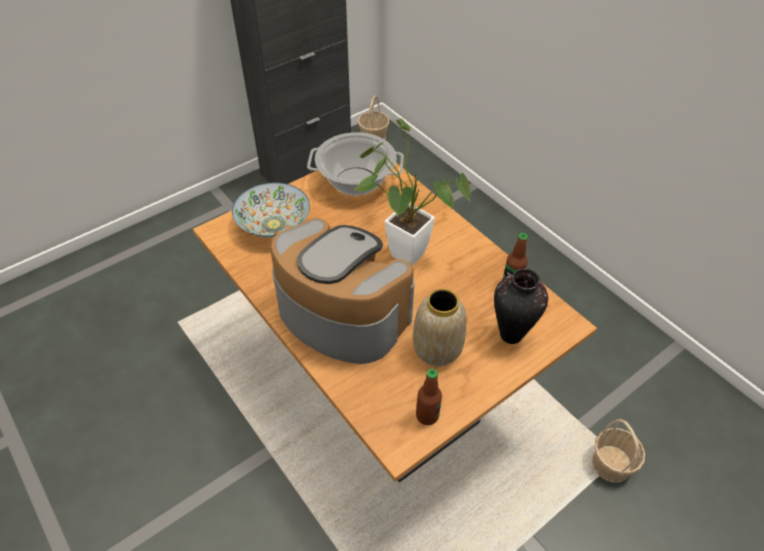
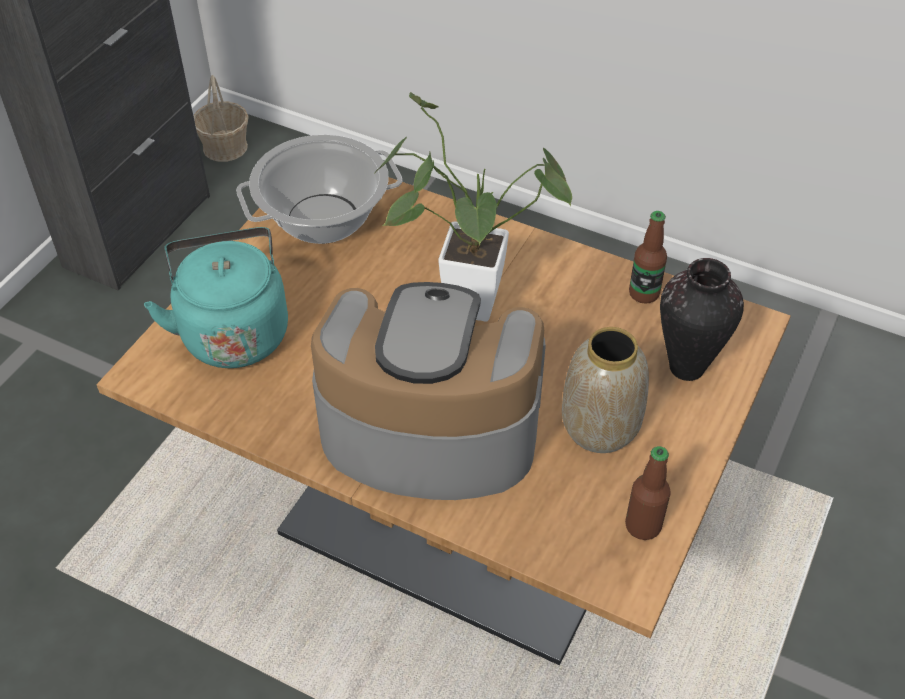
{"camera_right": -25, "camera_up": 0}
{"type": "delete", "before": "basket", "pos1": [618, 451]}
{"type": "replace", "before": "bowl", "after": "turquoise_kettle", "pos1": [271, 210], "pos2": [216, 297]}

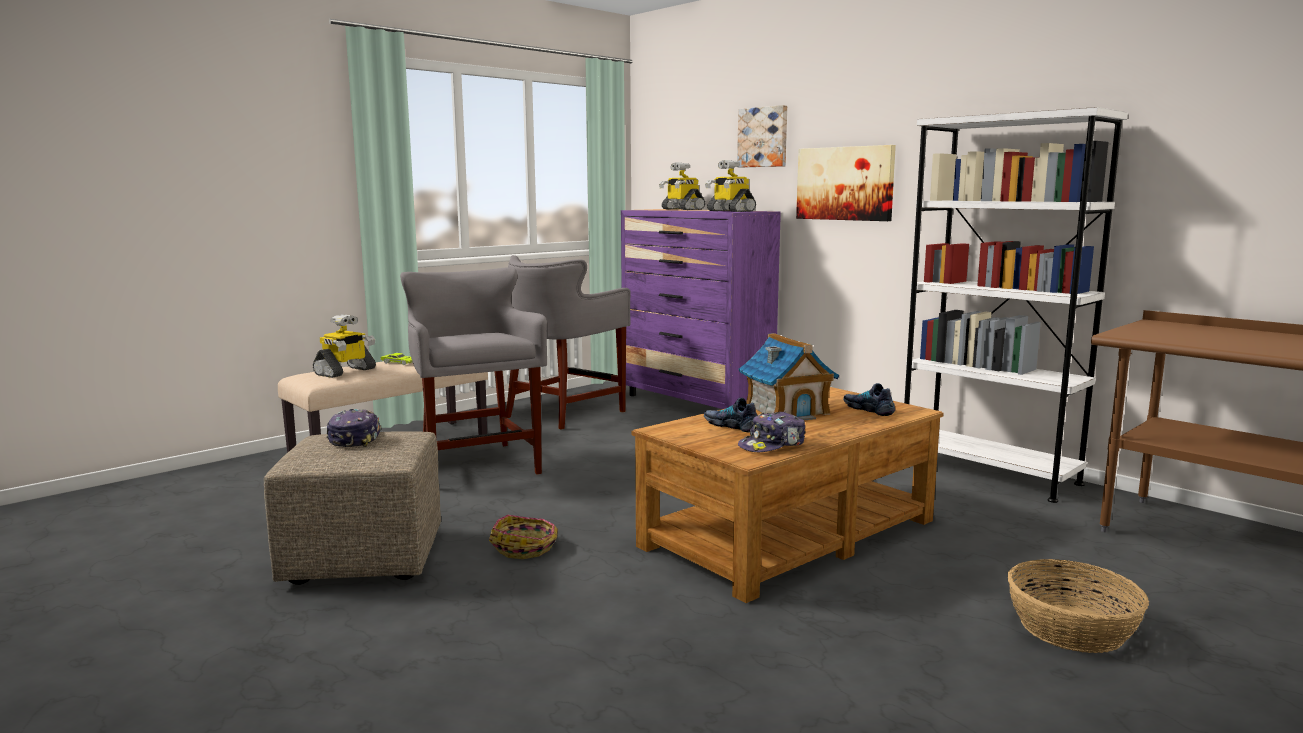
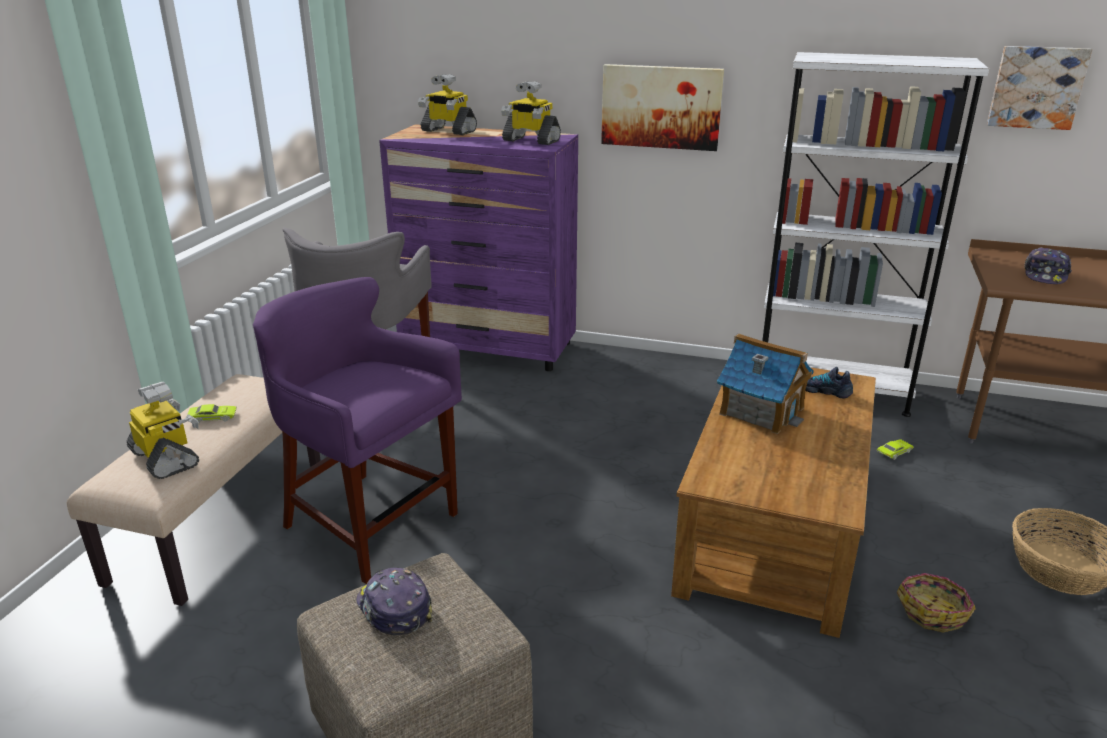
{"camera_right": -30, "camera_up": 15}
{"type": "delete", "before": "shoe", "pos1": [731, 415]}
{"type": "insert", "after": "green_toy_car", "pos2": [895, 449]}
{"type": "move", "before": "basket", "pos1": [523, 537], "pos2": [936, 603]}
{"type": "move", "before": "picture", "pos1": [762, 136], "pos2": [1039, 88]}
{"type": "move", "before": "cap", "pos1": [771, 431], "pos2": [1048, 265]}
{"type": "recolor", "before": "grey_stool", "after": "purple_stool", "pos1": [473, 371], "pos2": [357, 430]}
{"type": "rotate", "before": "toy_robot", "pos1": [344, 346], "pos2": [163, 430], "turn": -45}

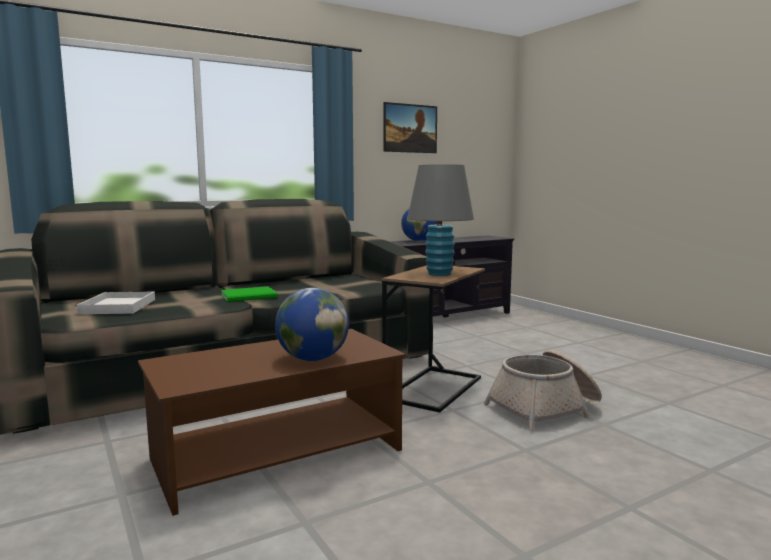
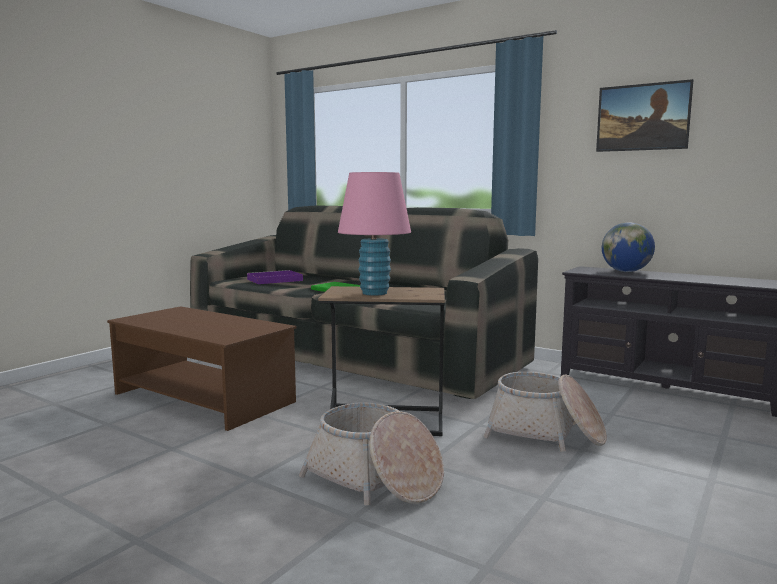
{"camera_right": 65, "camera_up": 0}
{"type": "delete", "before": "globe", "pos1": [312, 324]}
{"type": "insert", "after": "basket", "pos2": [545, 412]}
{"type": "recolor", "before": "white_tray", "after": "purple_tray", "pos1": [115, 303], "pos2": [275, 277]}
{"type": "recolor", "before": "grey_table_lamp", "after": "pink_table_lamp", "pos1": [440, 220], "pos2": [374, 234]}

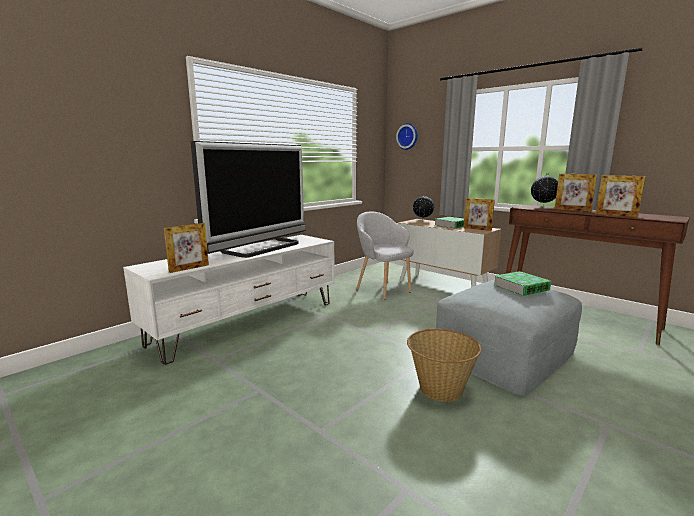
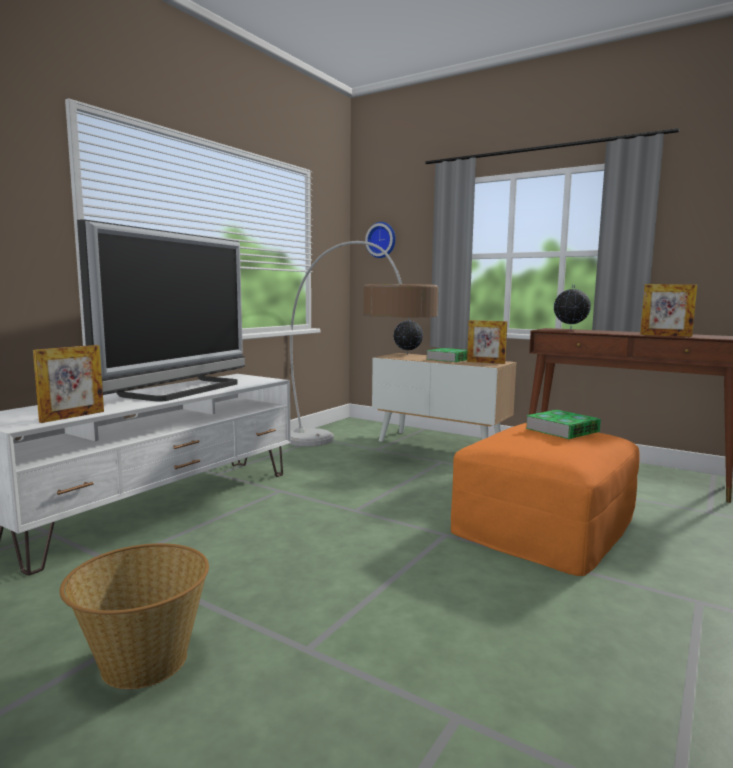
{"camera_right": -10, "camera_up": -5}
{"type": "delete", "before": "picture_frame", "pos1": [576, 193]}
{"type": "move", "before": "basket", "pos1": [444, 365], "pos2": [134, 616]}
{"type": "replace", "before": "grey_armchair", "after": "floor_lamp", "pos1": [385, 256], "pos2": [364, 344]}
{"type": "recolor", "before": "grey_ottoman", "after": "orange_ottoman", "pos1": [509, 337], "pos2": [545, 499]}

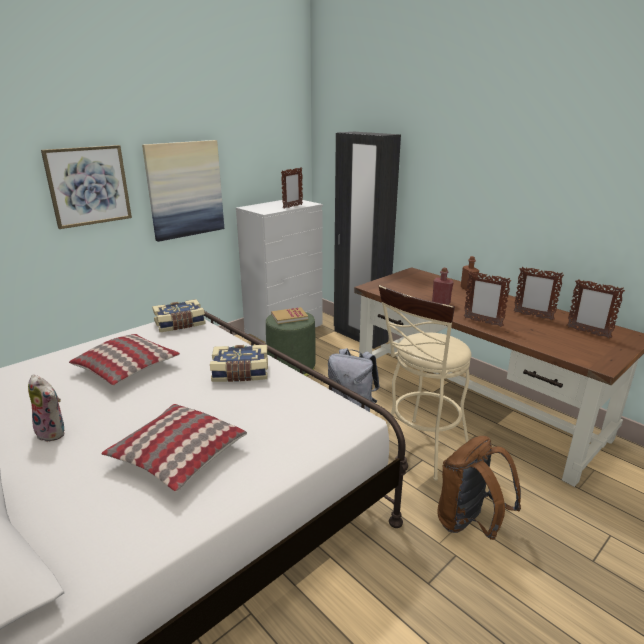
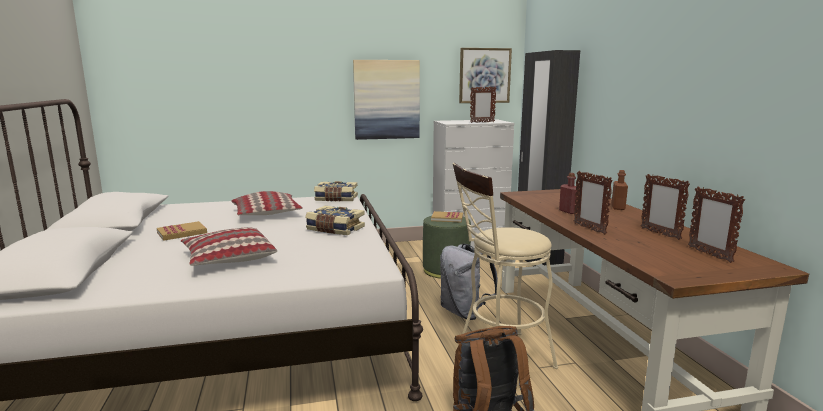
{"camera_right": 30, "camera_up": -10}
{"type": "move", "before": "picture", "pos1": [86, 187], "pos2": [485, 75]}
{"type": "replace", "before": "plush_toy", "after": "book", "pos1": [46, 408], "pos2": [182, 231]}

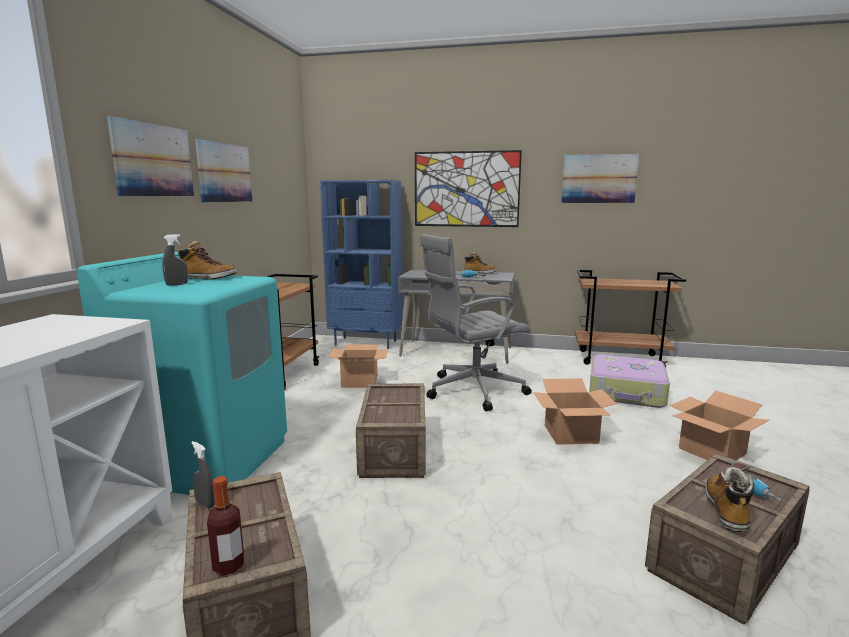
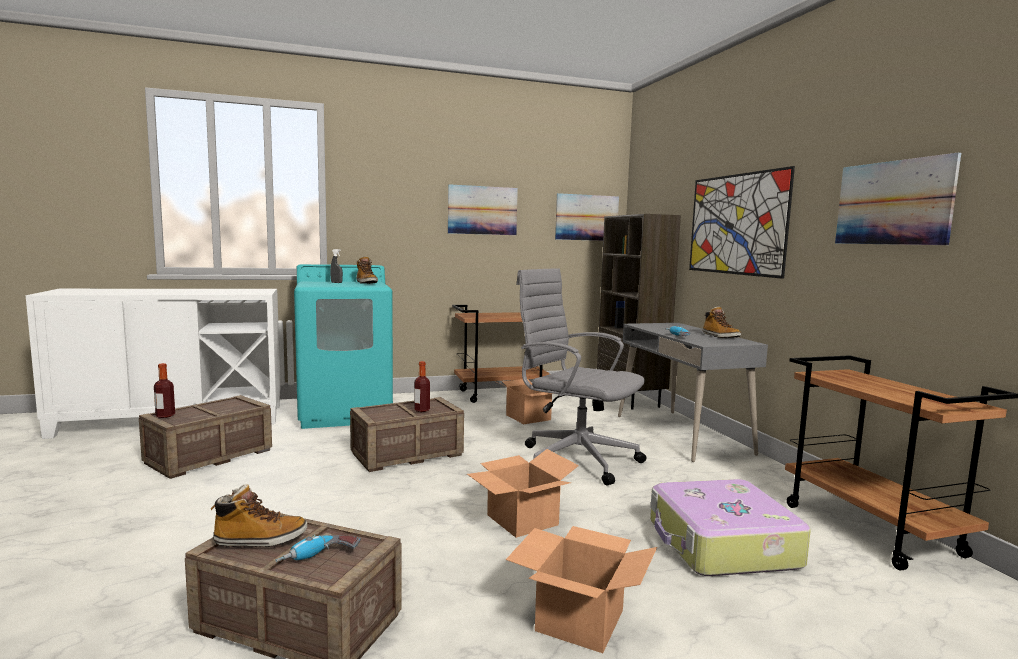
{"camera_right": 60, "camera_up": -5}
{"type": "delete", "before": "grey_spray_bottle", "pos1": [203, 474]}
{"type": "insert", "after": "bottle", "pos2": [422, 386]}
{"type": "move", "before": "picture", "pos1": [150, 156], "pos2": [587, 217]}
{"type": "recolor", "before": "blue_bookcase", "after": "brown_bookcase", "pos1": [361, 264], "pos2": [639, 311]}

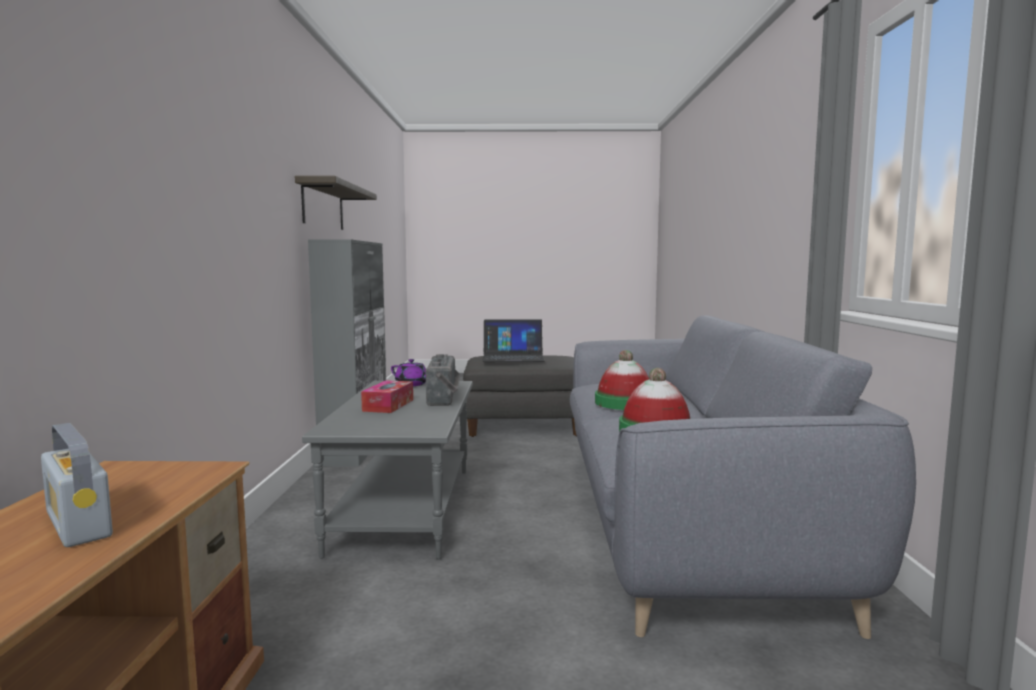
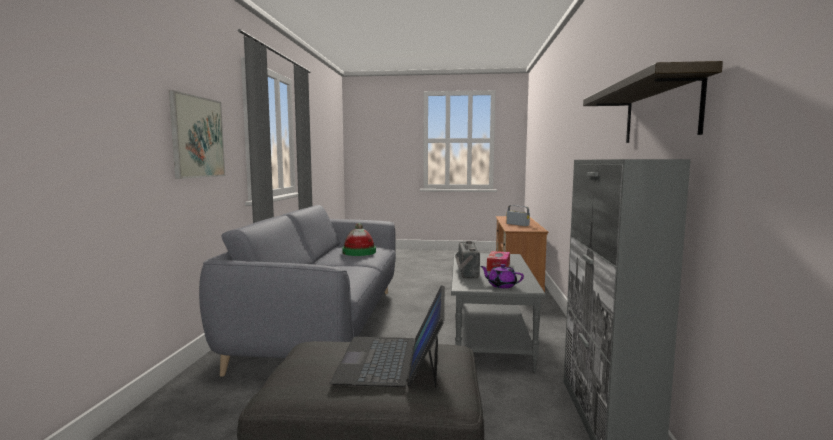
{"camera_right": -175, "camera_up": 0}
{"type": "delete", "before": "hat", "pos1": [622, 380]}
{"type": "insert", "after": "picture", "pos2": [197, 134]}
{"type": "rotate", "before": "laptop", "pos1": [513, 340], "pos2": [387, 336], "turn": -90}

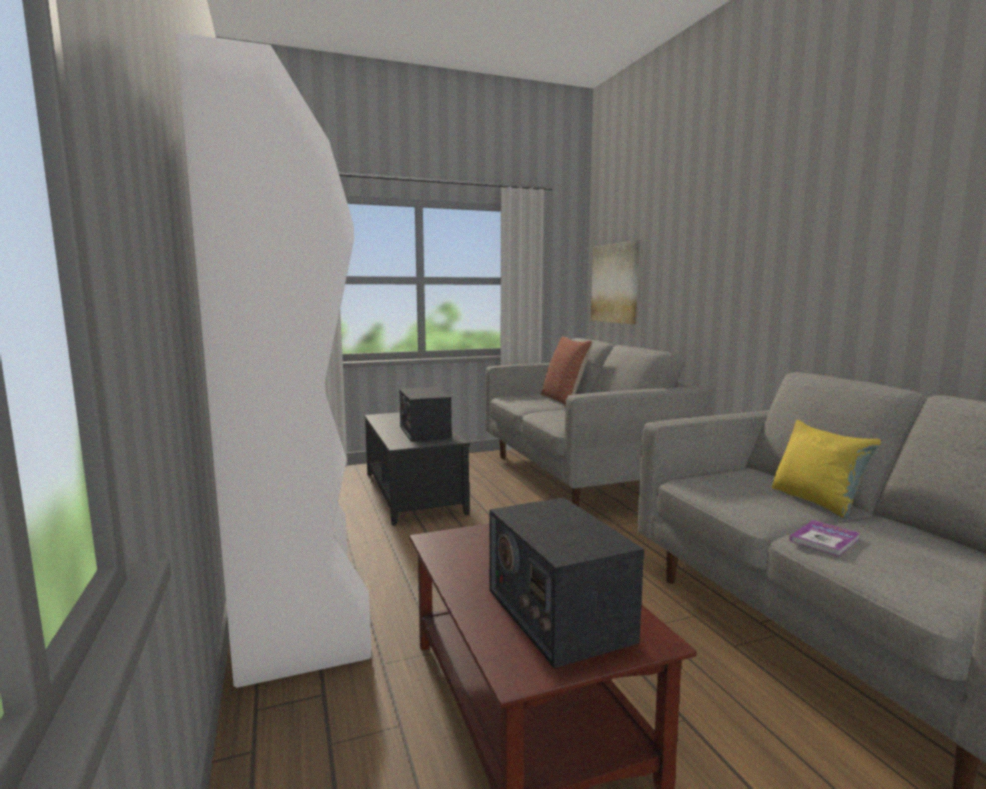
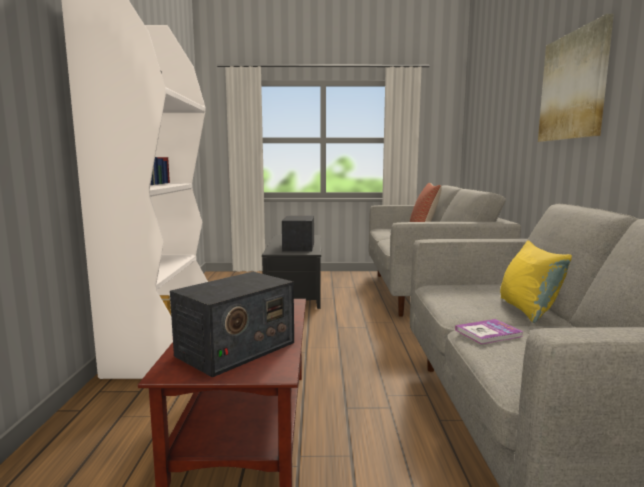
{"camera_right": 20, "camera_up": 0}
{"type": "move", "before": "picture", "pos1": [615, 282], "pos2": [576, 78]}
{"type": "rotate", "before": "radio", "pos1": [567, 582], "pos2": [232, 324], "turn": -135}

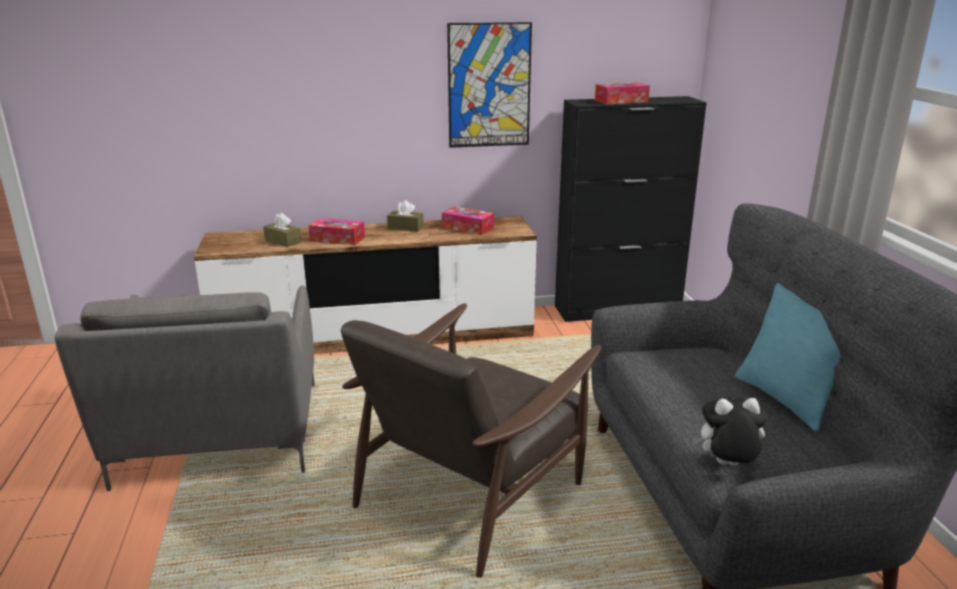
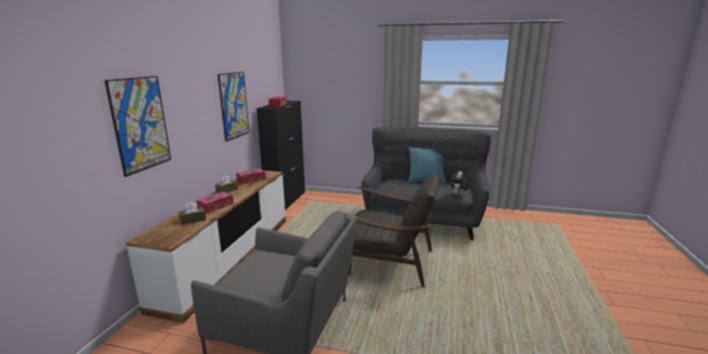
{"camera_right": -65, "camera_up": -5}
{"type": "insert", "after": "picture", "pos2": [137, 126]}
{"type": "rotate", "before": "brown_armchair", "pos1": [471, 440], "pos2": [393, 231], "turn": -45}

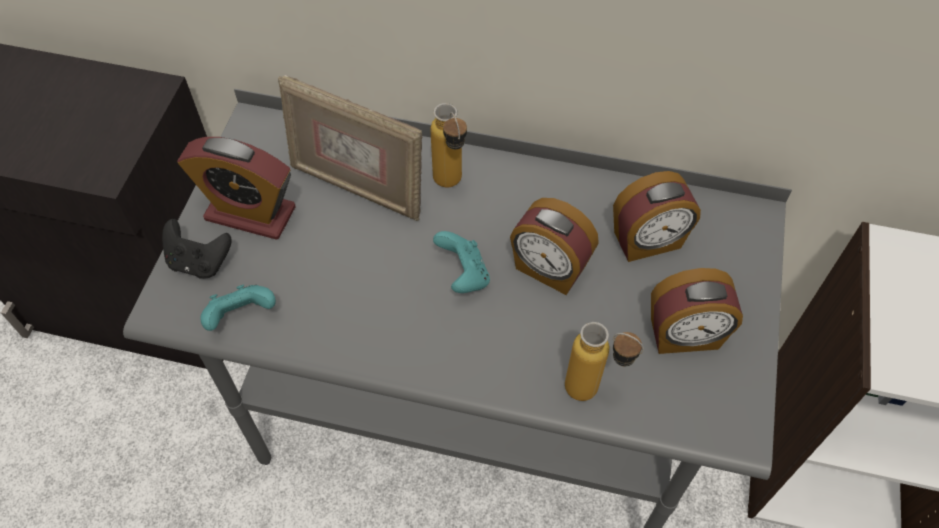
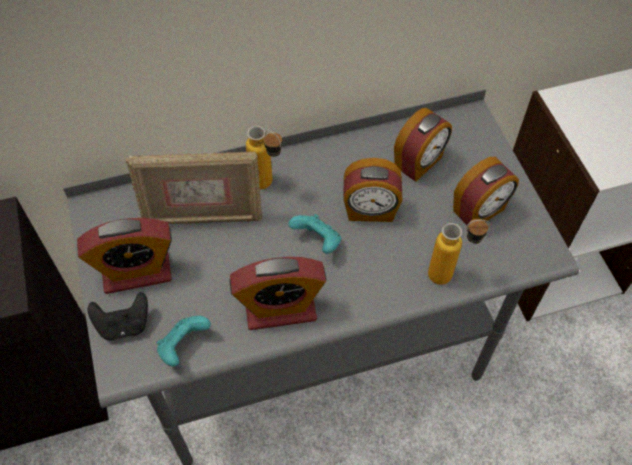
{"camera_right": -30, "camera_up": 0}
{"type": "insert", "after": "alarm_clock", "pos2": [278, 293]}

